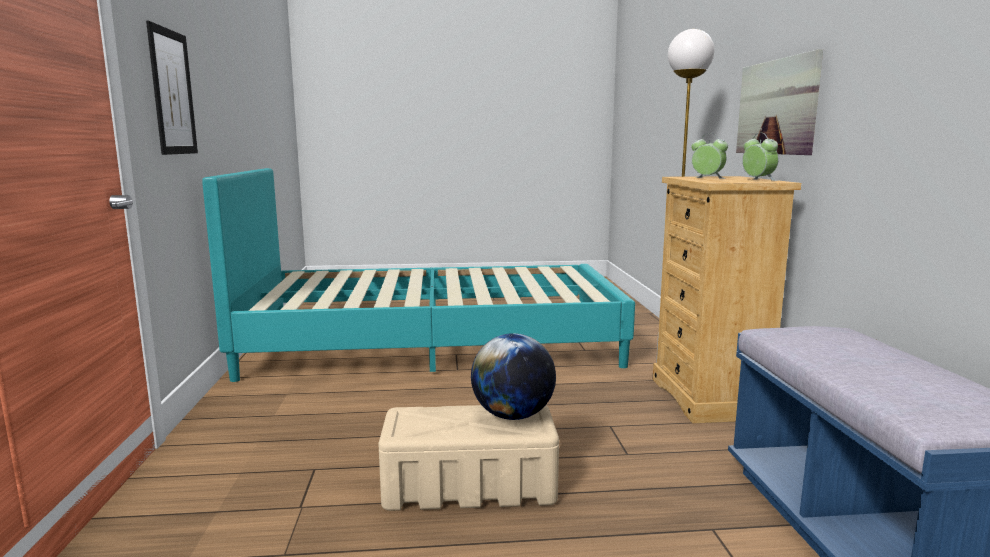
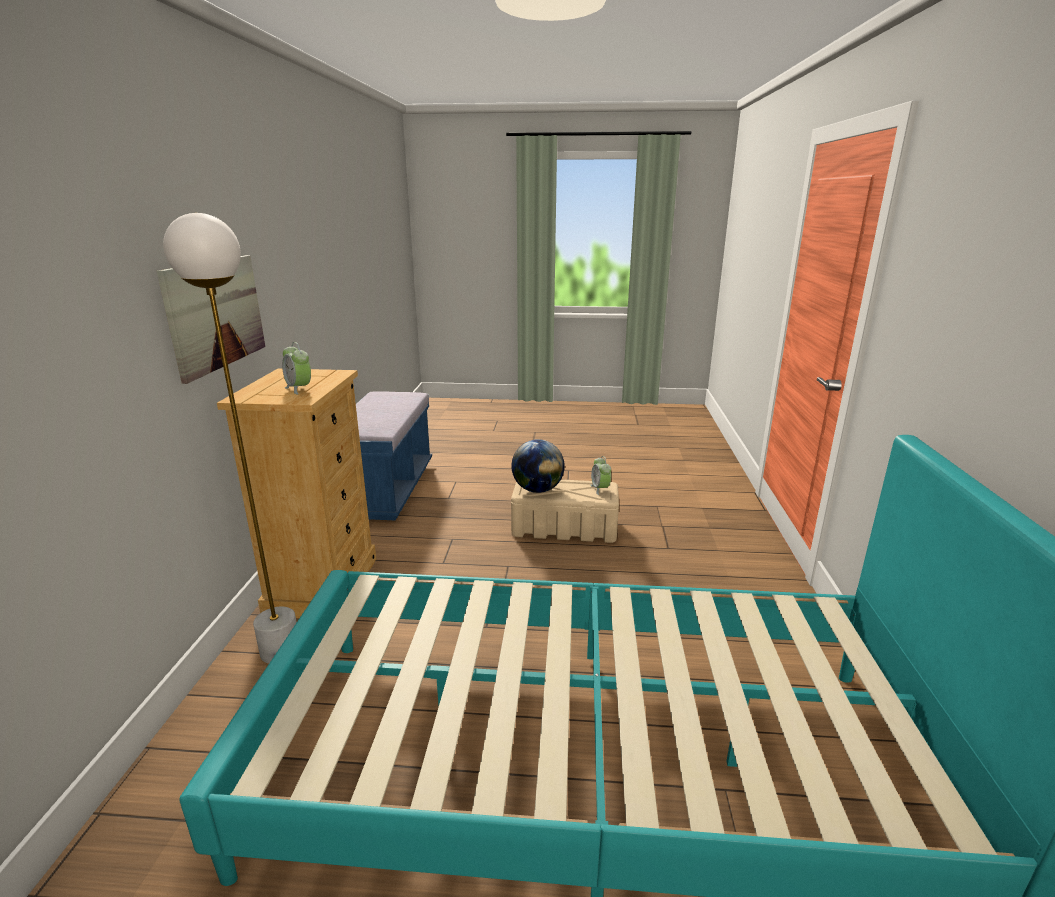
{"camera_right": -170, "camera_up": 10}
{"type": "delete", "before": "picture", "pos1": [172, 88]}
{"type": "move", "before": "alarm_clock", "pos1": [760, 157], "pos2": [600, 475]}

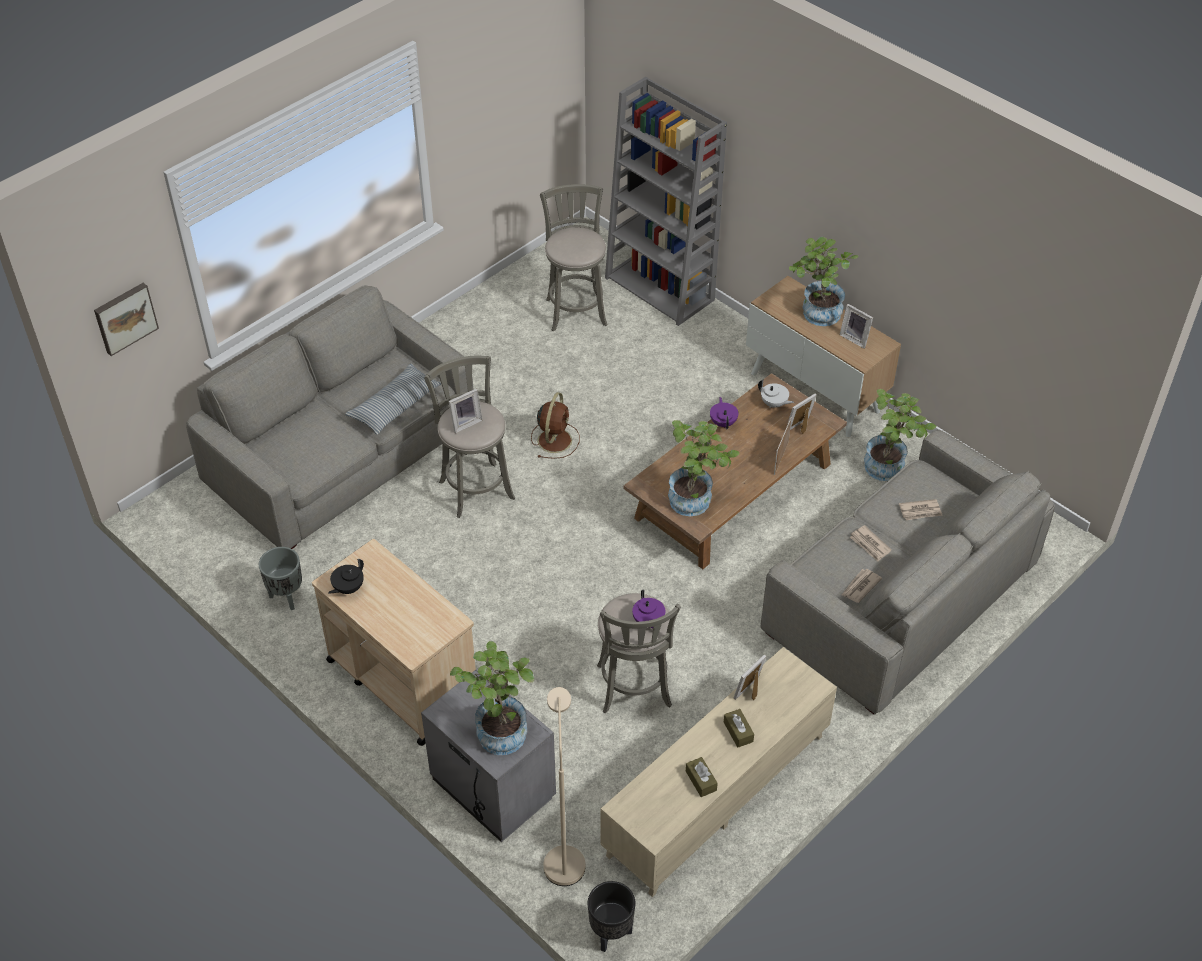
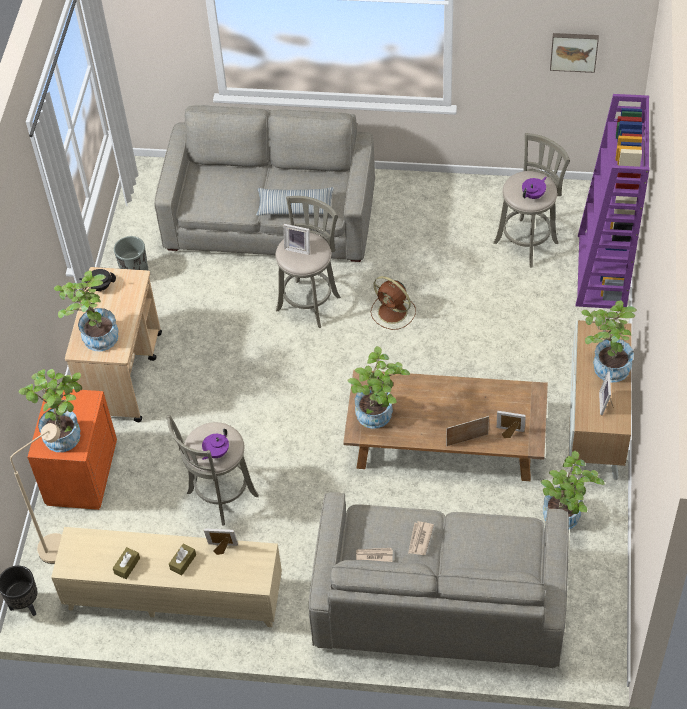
{"camera_right": 55, "camera_up": 5}
{"type": "delete", "before": "white_teapot", "pos1": [776, 394]}
{"type": "delete", "before": "newspaper", "pos1": [921, 509]}
{"type": "insert", "after": "potted_plant", "pos2": [86, 311]}
{"type": "move", "before": "picture", "pos1": [126, 319], "pos2": [574, 53]}
{"type": "move", "before": "purple_teapot", "pos1": [724, 413], "pos2": [534, 188]}
{"type": "recolor", "before": "grey_nightstand", "after": "orange_nightstand", "pos1": [488, 755], "pos2": [72, 449]}
{"type": "recolor", "before": "grey_bookcase", "after": "purple_bookcase", "pos1": [666, 201], "pos2": [612, 201]}
{"type": "rotate", "before": "brown_fan", "pos1": [555, 425], "pos2": [393, 303], "turn": 60}

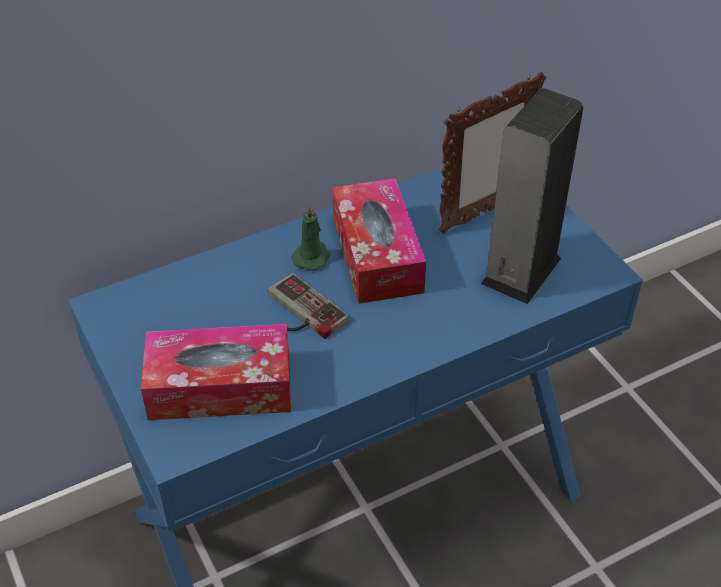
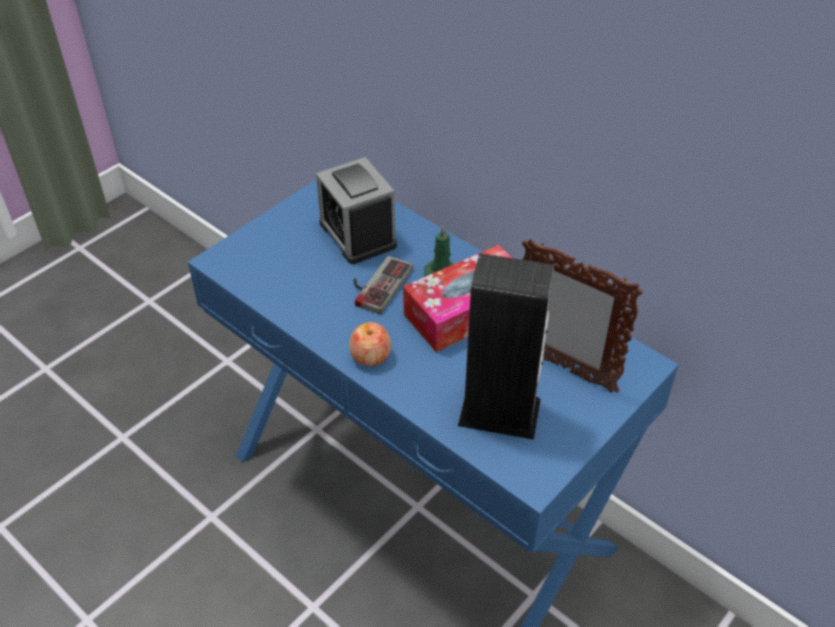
{"camera_right": 70, "camera_up": 0}
{"type": "delete", "before": "tissue_box", "pos1": [216, 372]}
{"type": "insert", "after": "alarm_clock", "pos2": [356, 210]}
{"type": "insert", "after": "apple", "pos2": [370, 344]}

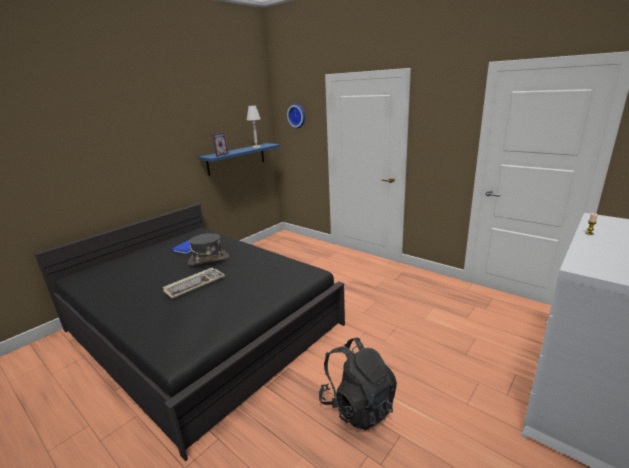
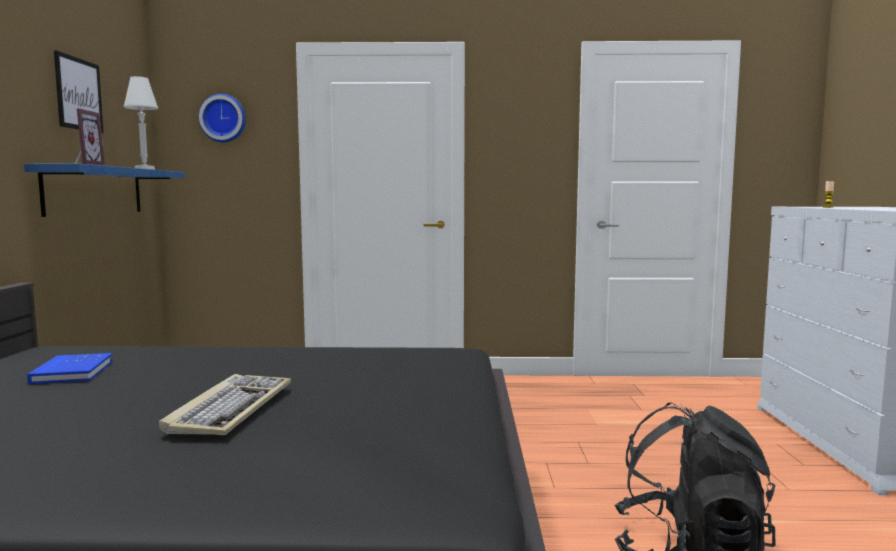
{"camera_right": -40, "camera_up": -15}
{"type": "delete", "before": "grey_hat", "pos1": [208, 249]}
{"type": "insert", "after": "picture", "pos2": [79, 91]}

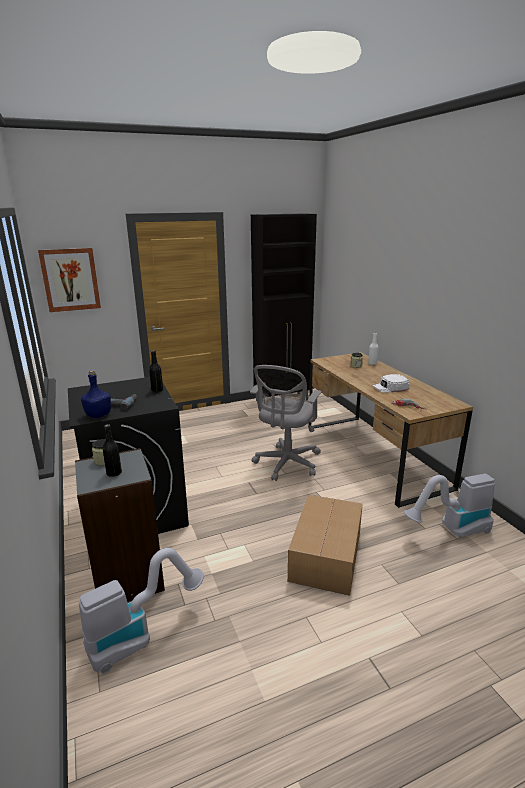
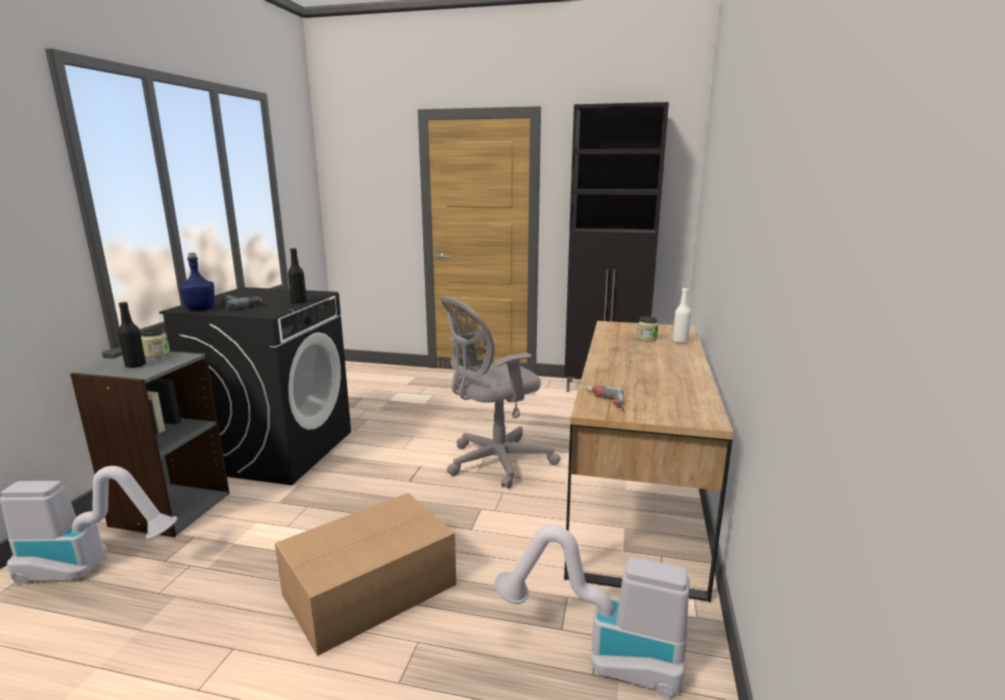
{"camera_right": 35, "camera_up": -5}
{"type": "delete", "before": "picture", "pos1": [69, 280]}
{"type": "delete", "before": "white_cap", "pos1": [391, 383]}

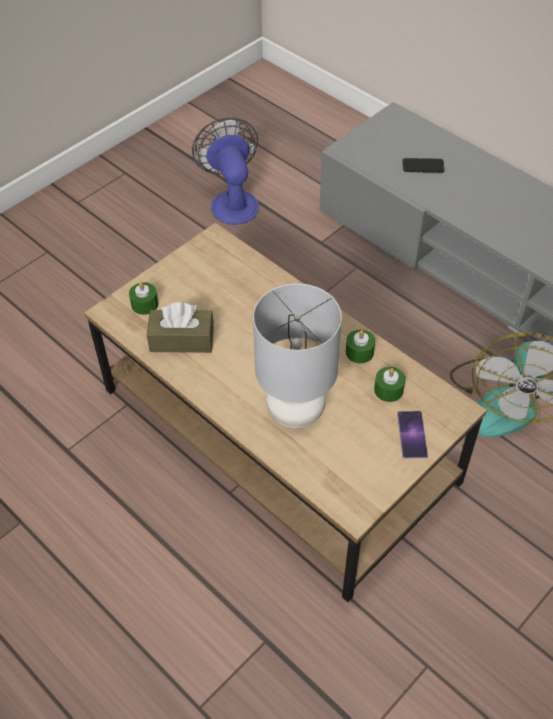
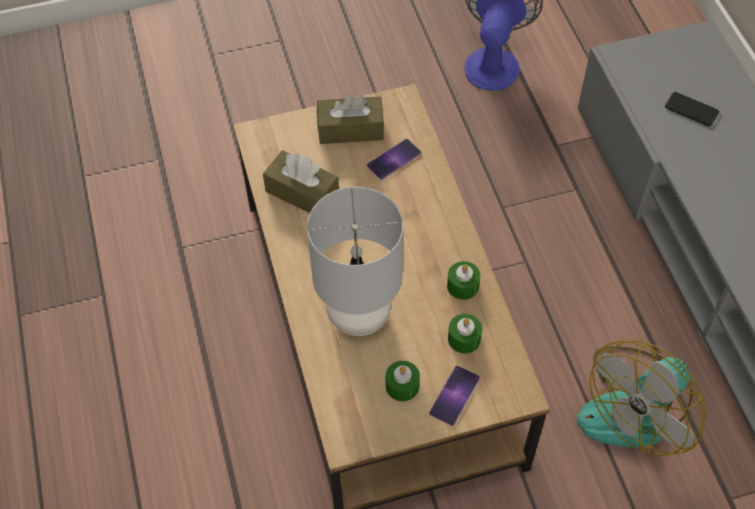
{"camera_right": 30, "camera_up": 5}
{"type": "insert", "after": "brown_tissue_box", "pos2": [350, 119]}
{"type": "insert", "after": "phone", "pos2": [394, 159]}
{"type": "move", "before": "green_candle", "pos1": [143, 298], "pos2": [403, 381]}

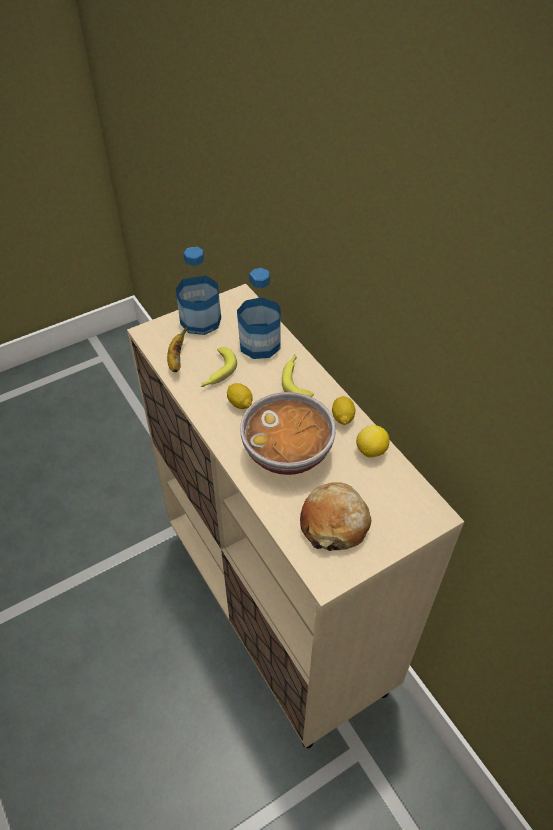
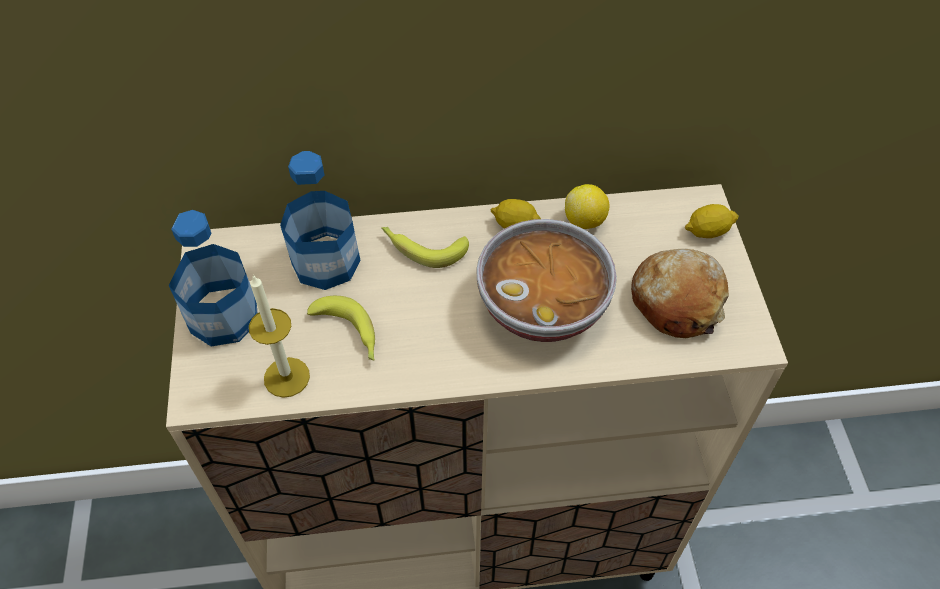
{"camera_right": -65, "camera_up": 5}
{"type": "move", "before": "lemon", "pos1": [240, 396], "pos2": [712, 221]}
{"type": "replace", "before": "banana", "after": "candle", "pos1": [177, 349], "pos2": [279, 336]}

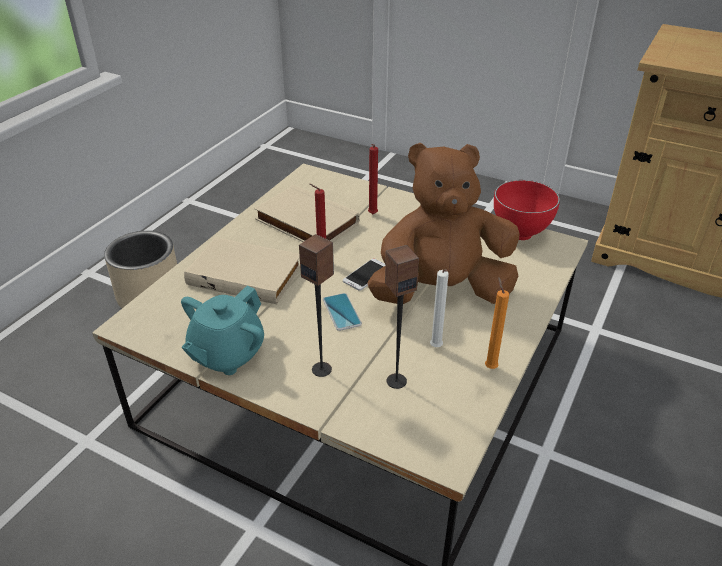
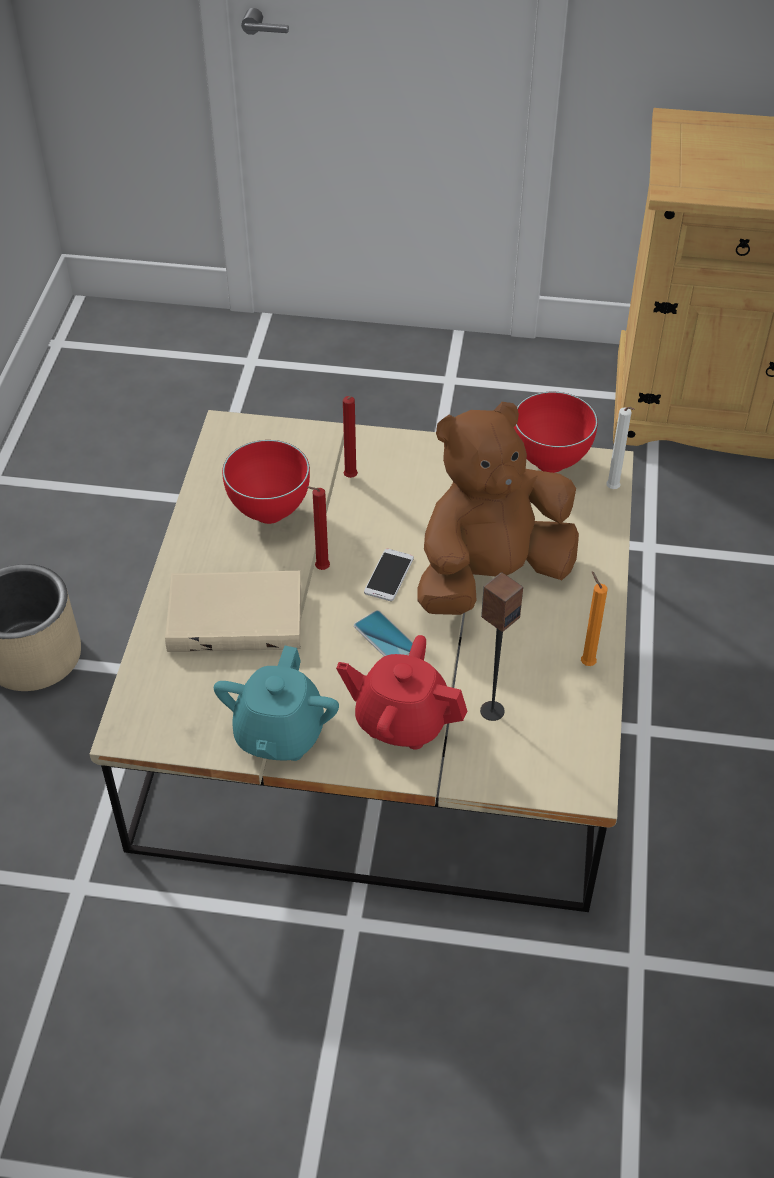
{"camera_right": -20, "camera_up": 10}
{"type": "move", "before": "white_candle", "pos1": [439, 308], "pos2": [620, 448]}
{"type": "replace", "before": "beige_book", "after": "red_bowl", "pos1": [306, 213], "pos2": [266, 482]}
{"type": "replace", "before": "speaker", "after": "red_teapot", "pos1": [316, 305], "pos2": [401, 692]}

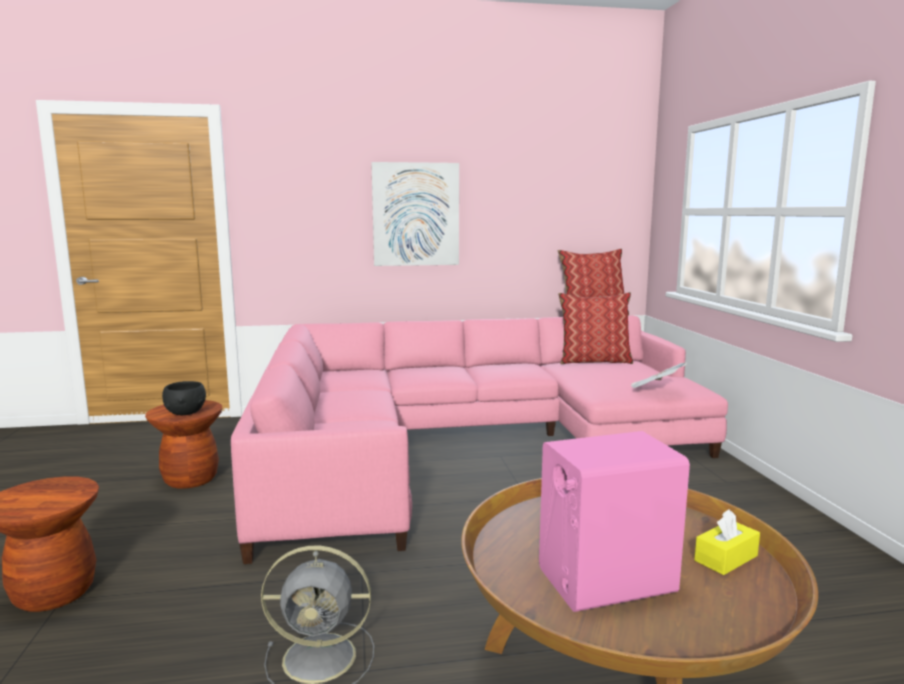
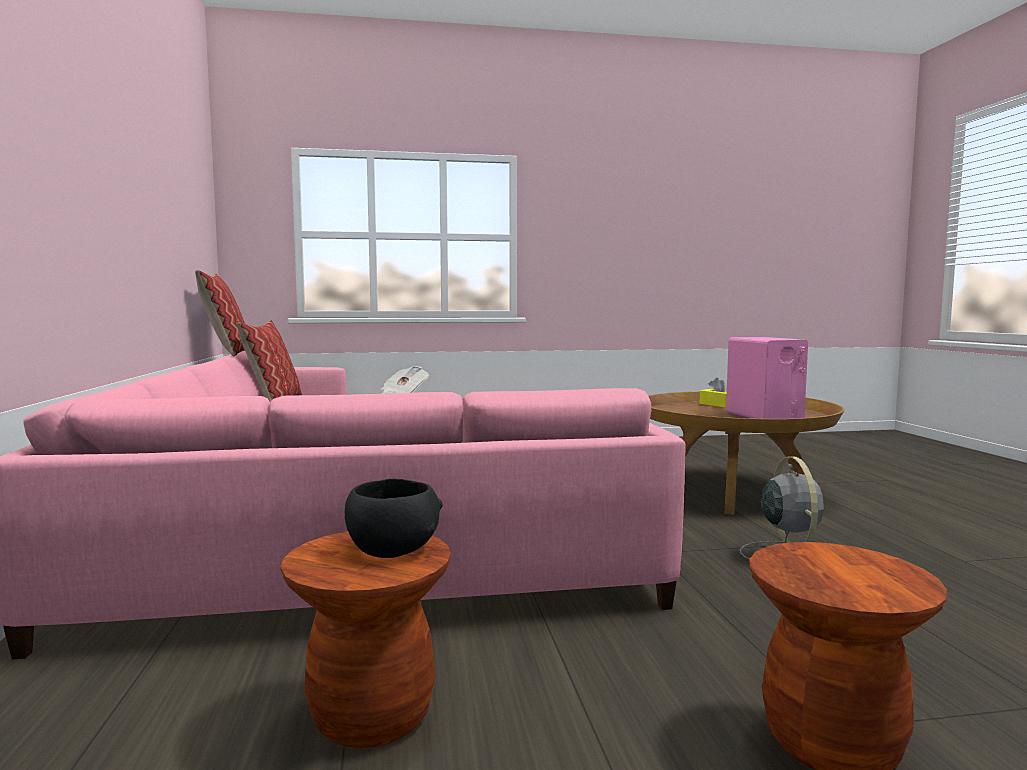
{"camera_right": -90, "camera_up": -5}
{"type": "delete", "before": "picture", "pos1": [415, 214]}

